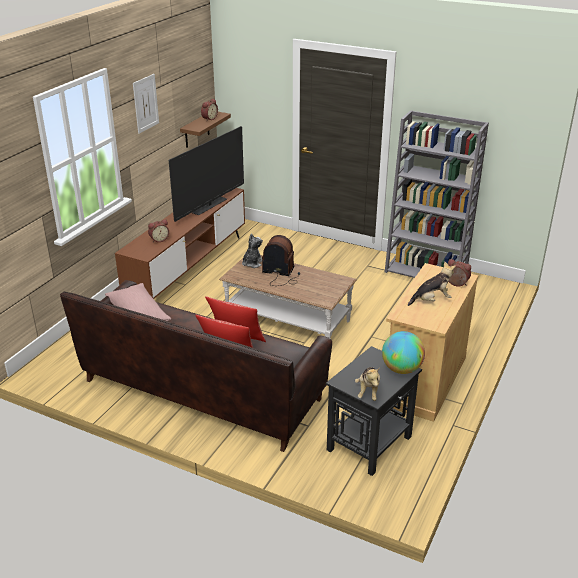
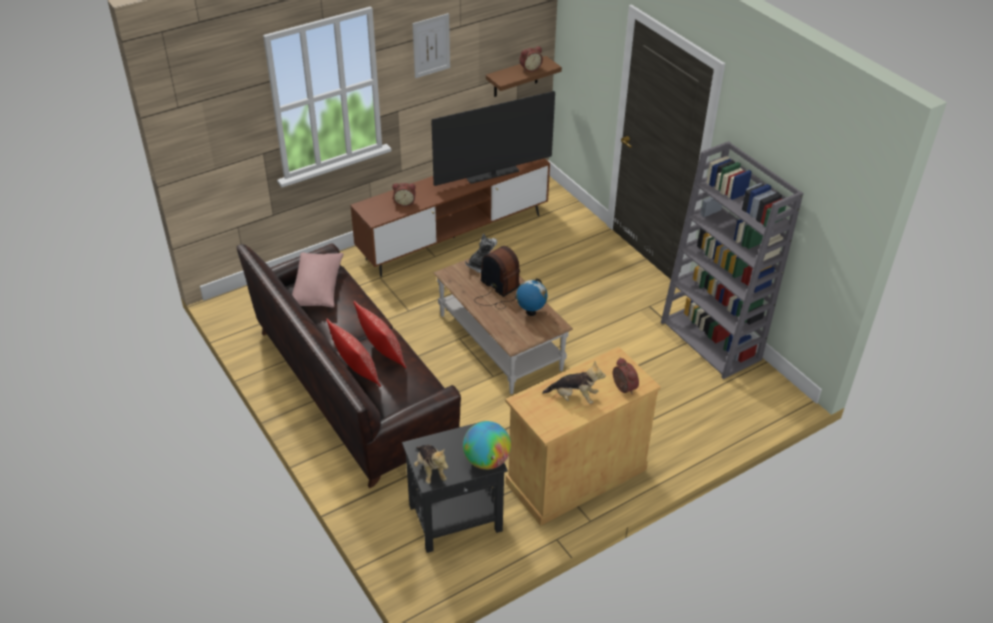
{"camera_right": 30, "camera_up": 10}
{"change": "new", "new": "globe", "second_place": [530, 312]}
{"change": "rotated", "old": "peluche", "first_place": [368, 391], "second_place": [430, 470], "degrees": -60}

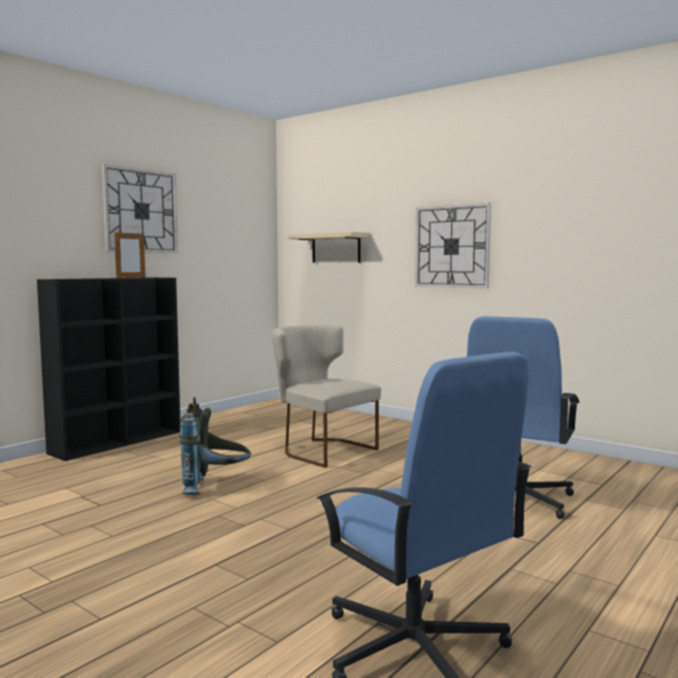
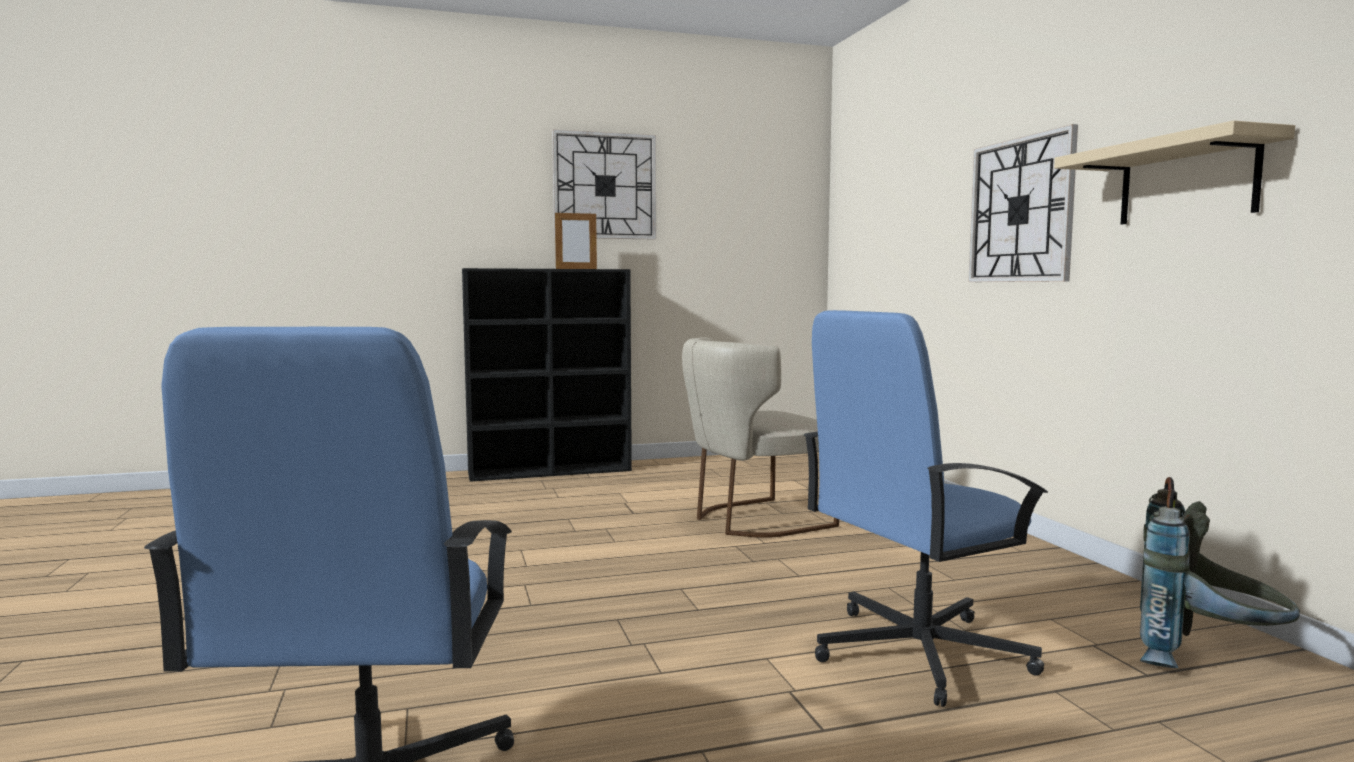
{"camera_right": 35, "camera_up": 0}
{"change": "shifted", "old": "sac à dos/gris", "first_place": [215, 487], "second_place": [1205, 661]}
{"change": "shifted", "old": "étagère/beige", "first_place": [336, 248], "second_place": [1187, 182]}
{"change": "rotated", "old": "chaise/beige", "first_place": [322, 450], "second_place": [753, 520], "degrees": -105}

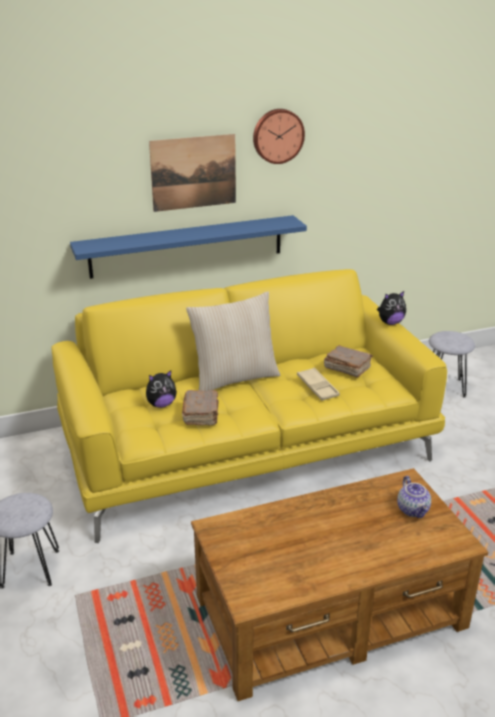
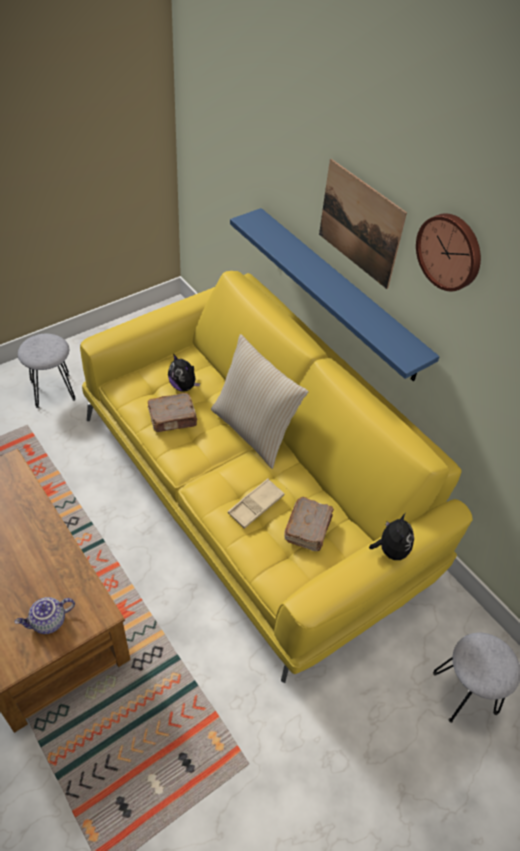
{"camera_right": 70, "camera_up": 20}
{"change": "rotated", "old": "peluche", "first_place": [390, 323], "second_place": [390, 550], "degrees": -135}

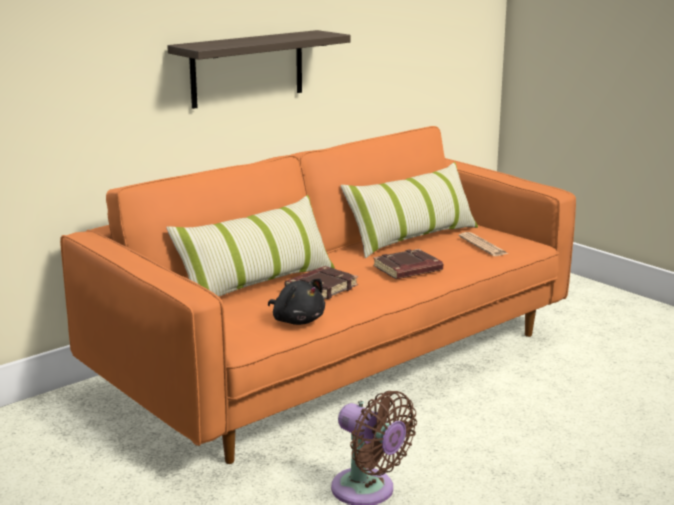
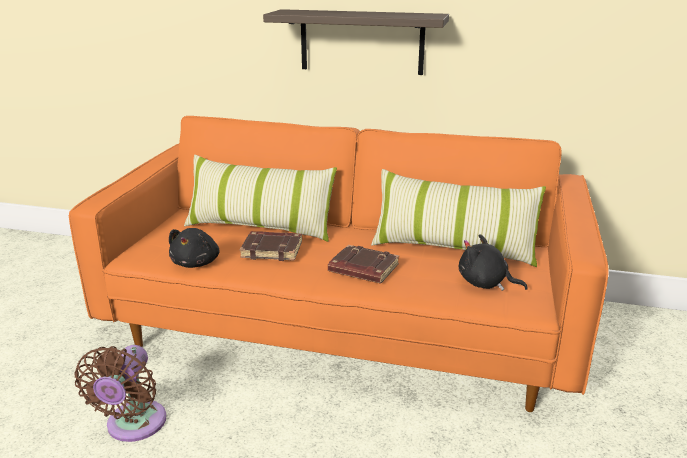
{"camera_right": 55, "camera_up": 5}
{"change": "swapped", "old": "journal", "new": "peluche/noir", "first_place": [482, 245], "second_place": [485, 283]}

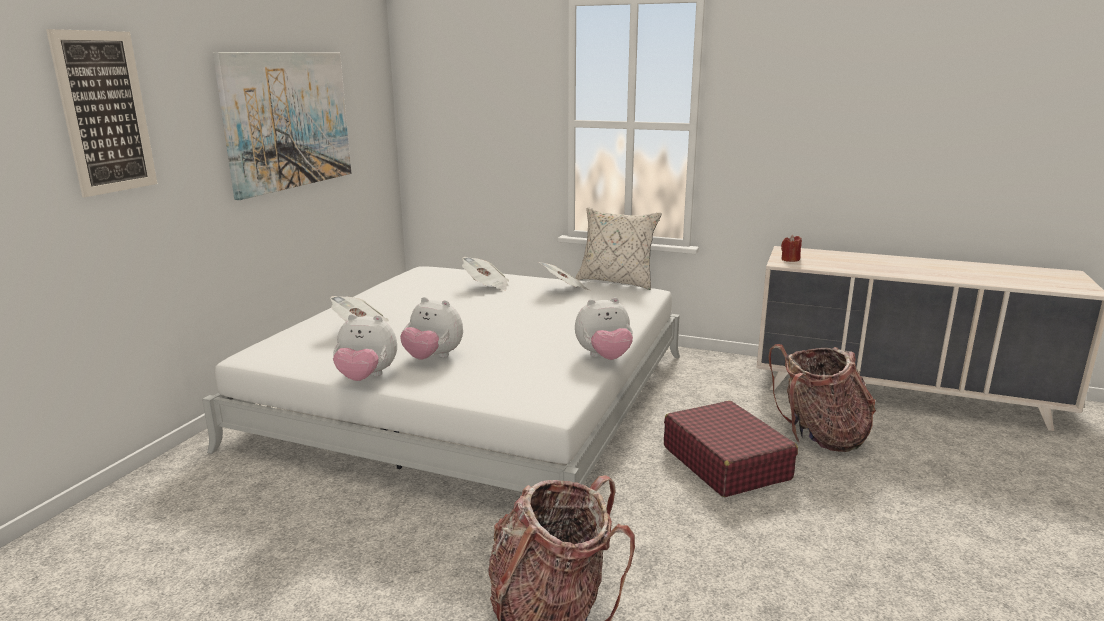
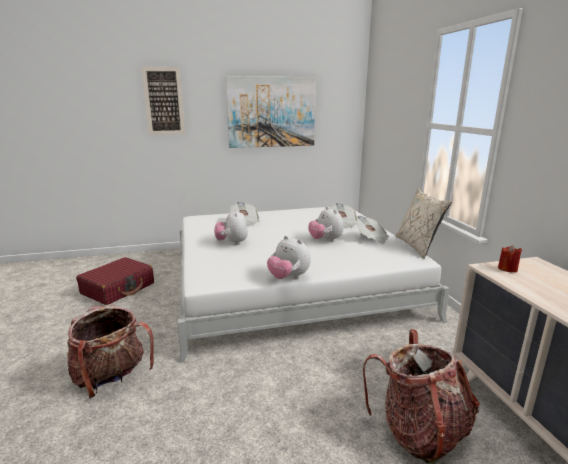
{"camera_right": 55, "camera_up": 0}
{"change": "shifted", "old": "peluche", "first_place": [366, 377], "second_place": [325, 240]}
{"change": "shifted", "old": "valise/rouge", "first_place": [725, 462], "second_place": [118, 288]}

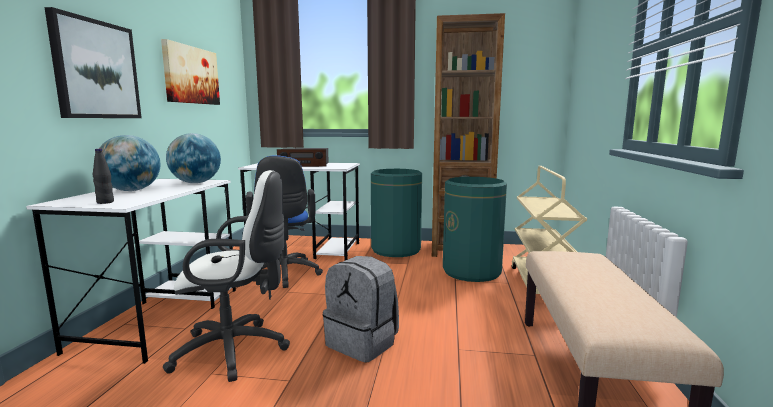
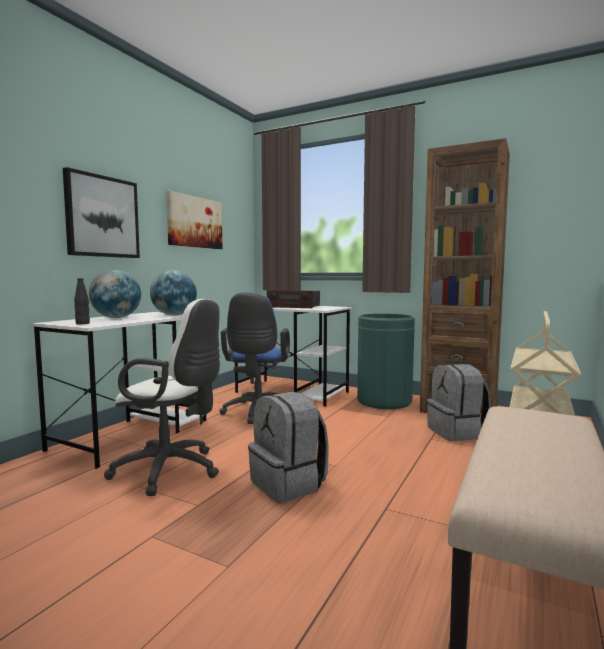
{"camera_right": 20, "camera_up": -5}
{"change": "swapped", "old": "poubelle/vert", "new": "sac à dos/gris", "first_place": [472, 271], "second_place": [457, 432]}

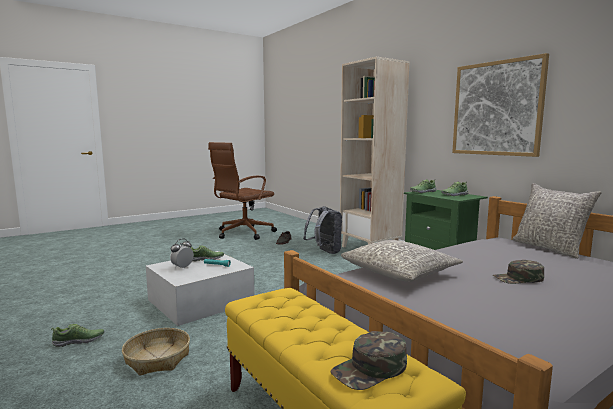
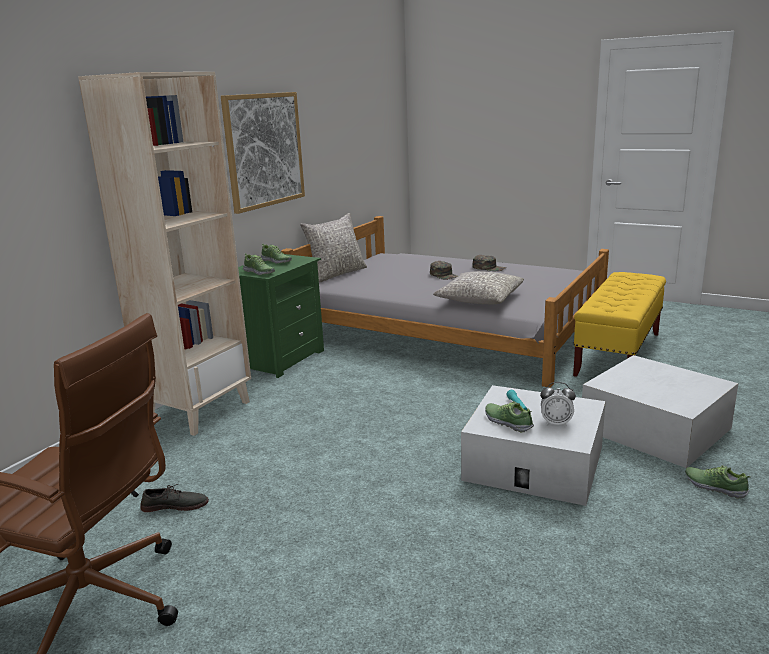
{"camera_right": -115, "camera_up": 10}
{"change": "gone", "old": "sac à dos/gris", "first_place": [324, 252]}
{"change": "shifted", "old": "casquette/vert", "first_place": [370, 369], "second_place": [489, 268]}
{"change": "swapped", "old": "panier", "new": "boîte de rangement/blanc", "first_place": [157, 358], "second_place": [654, 428]}

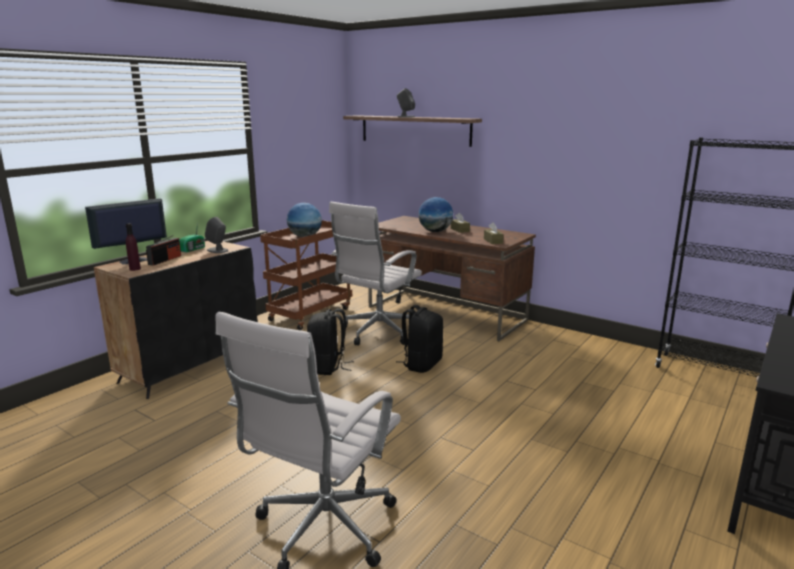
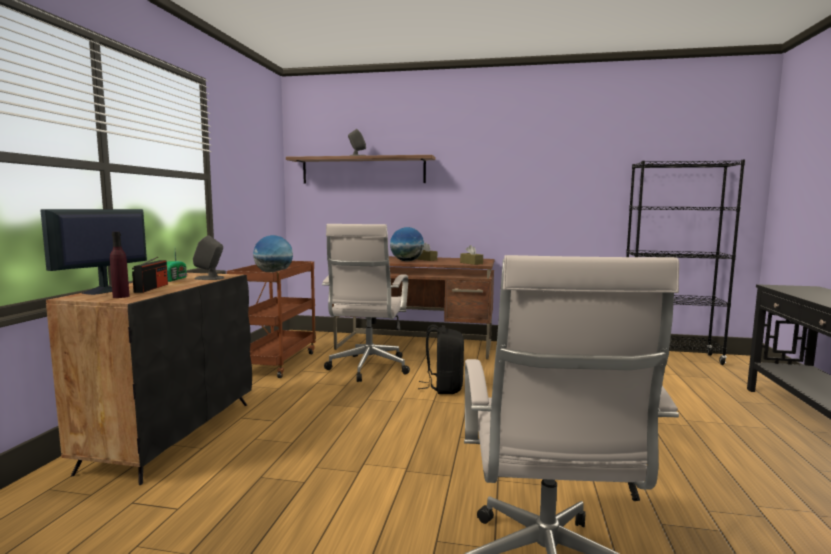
{"camera_right": -25, "camera_up": -10}
{"change": "gone", "old": "sac à dos/noir", "first_place": [328, 367]}

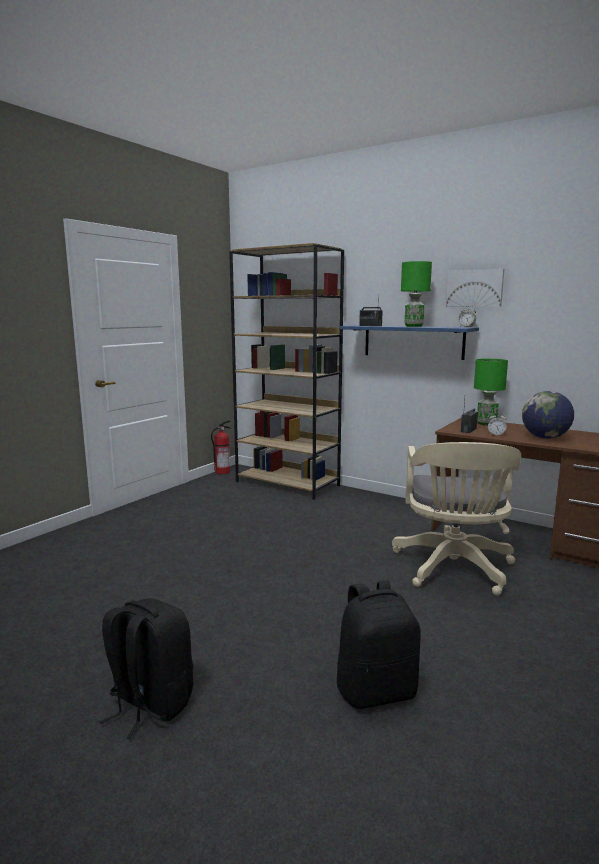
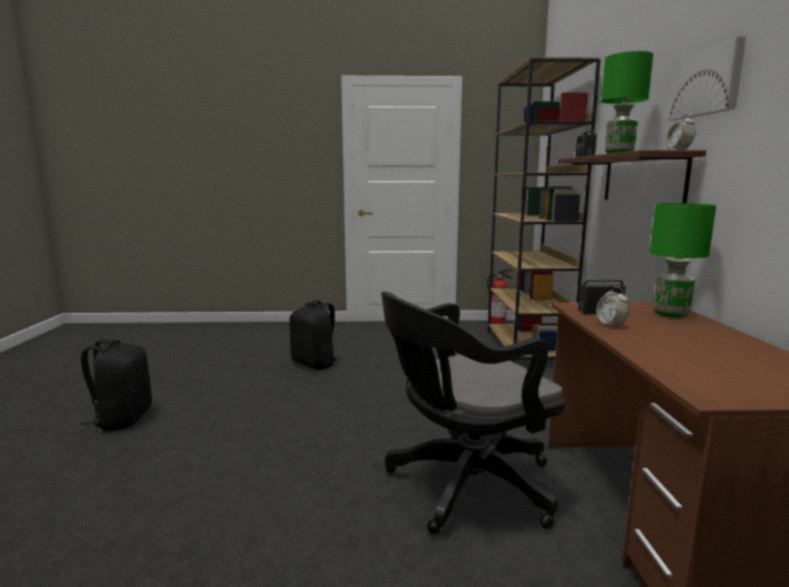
{"camera_right": 55, "camera_up": 0}
{"change": "gone", "old": "globe", "first_place": [545, 438]}
{"change": "shifted", "old": "sac à dos/noir", "first_place": [376, 690], "second_place": [315, 364]}
{"change": "repainted", "old": "étagère/bleu", "new": "étagère/marron", "first_place": [413, 341], "second_place": [642, 179]}
{"change": "repainted", "old": "chaise de bureau/beige", "new": "chaise de bureau/noir", "first_place": [454, 569], "second_place": [464, 486]}

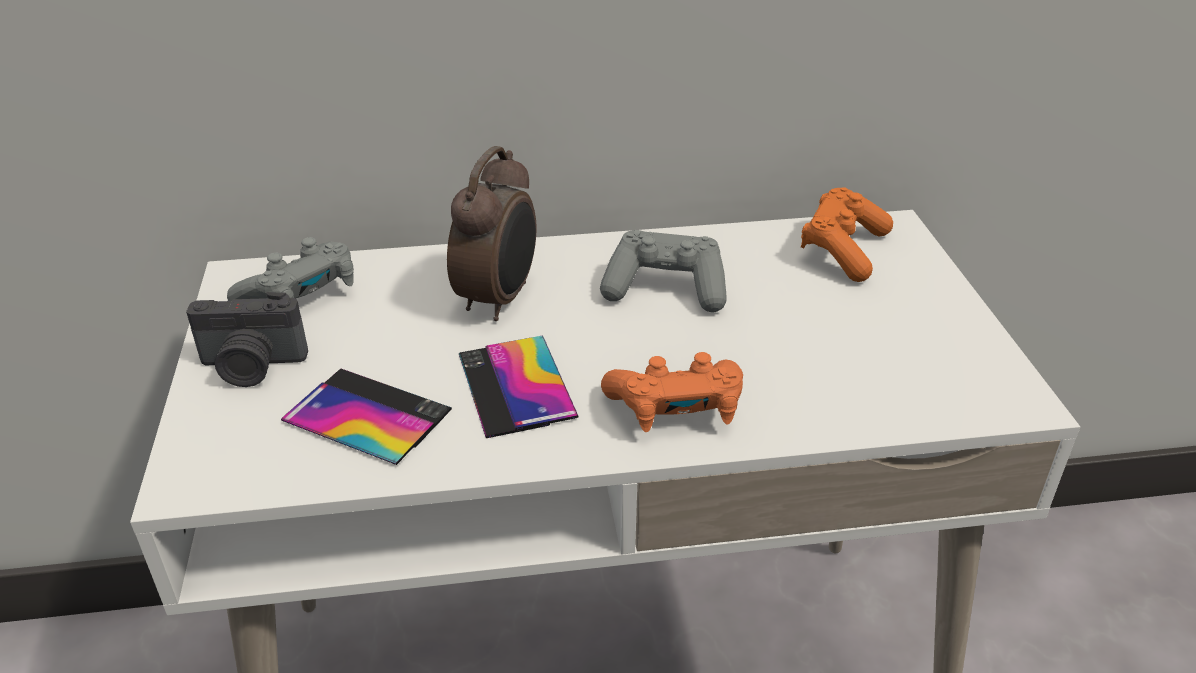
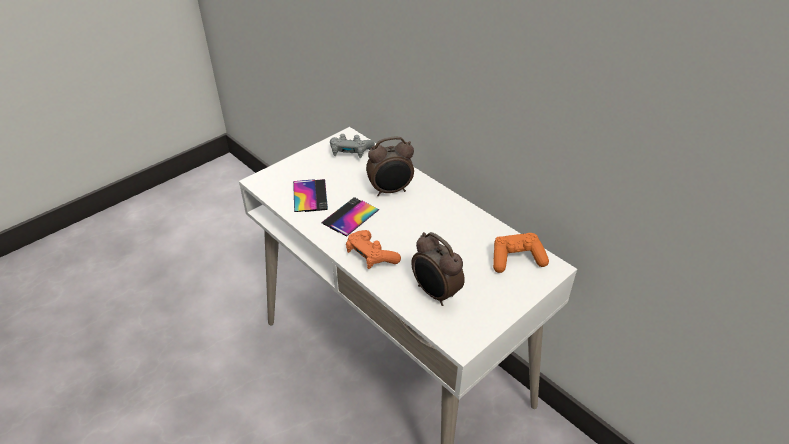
{"camera_right": 55, "camera_up": 5}
{"change": "gone", "old": "appareil photo", "first_place": [251, 367]}
{"change": "gone", "old": "manette/gris", "first_place": [665, 289]}
{"change": "new", "new": "réveil", "second_place": [435, 293]}

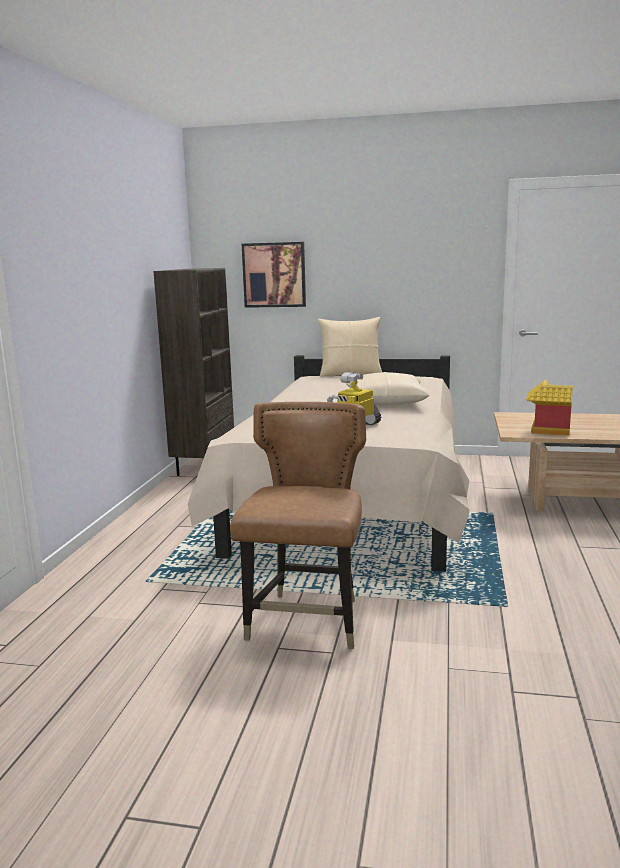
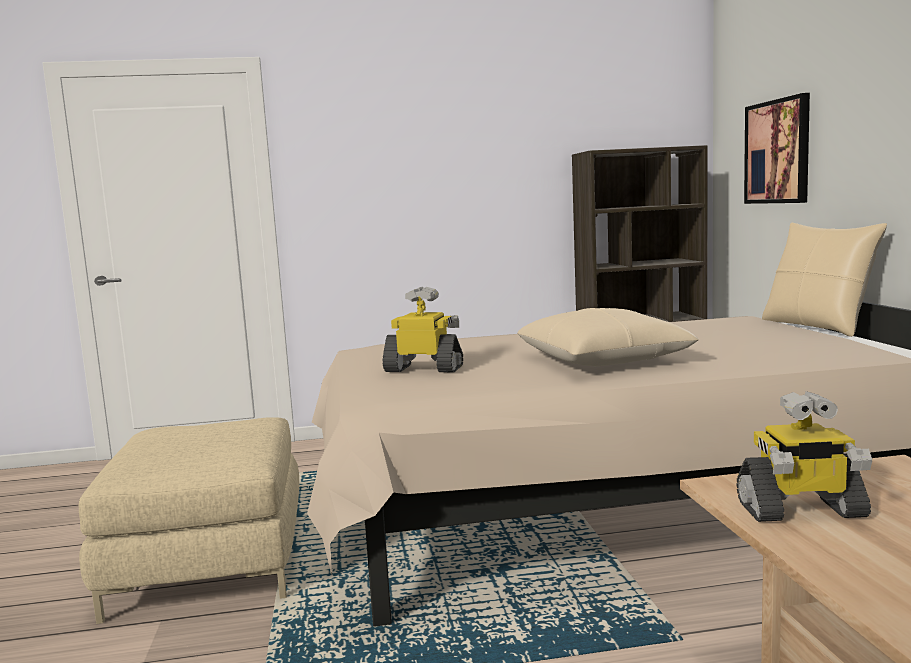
{"camera_right": 70, "camera_up": -5}
{"change": "swapped", "old": "chaise/marron", "new": "pouf/beige", "first_place": [307, 621], "second_place": [211, 562]}
{"change": "swapped", "old": "maison miniature", "new": "robot jouet", "first_place": [545, 430], "second_place": [800, 510]}

